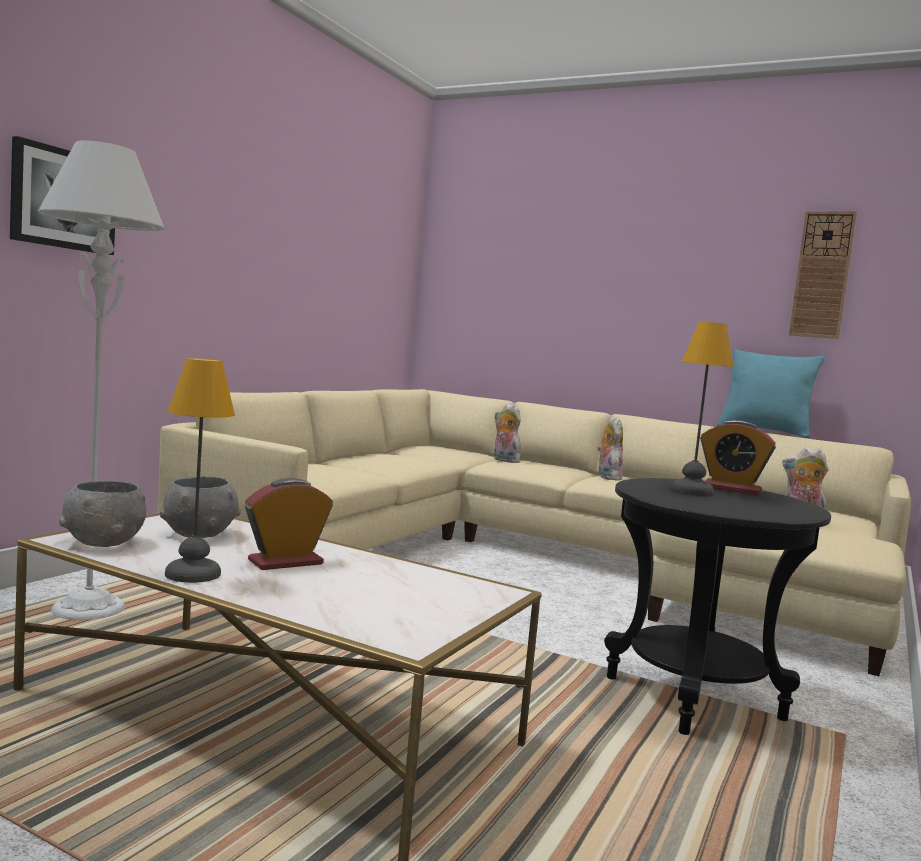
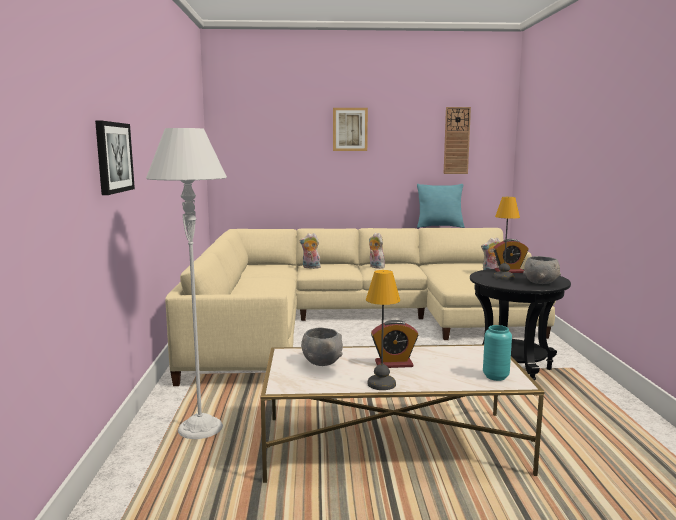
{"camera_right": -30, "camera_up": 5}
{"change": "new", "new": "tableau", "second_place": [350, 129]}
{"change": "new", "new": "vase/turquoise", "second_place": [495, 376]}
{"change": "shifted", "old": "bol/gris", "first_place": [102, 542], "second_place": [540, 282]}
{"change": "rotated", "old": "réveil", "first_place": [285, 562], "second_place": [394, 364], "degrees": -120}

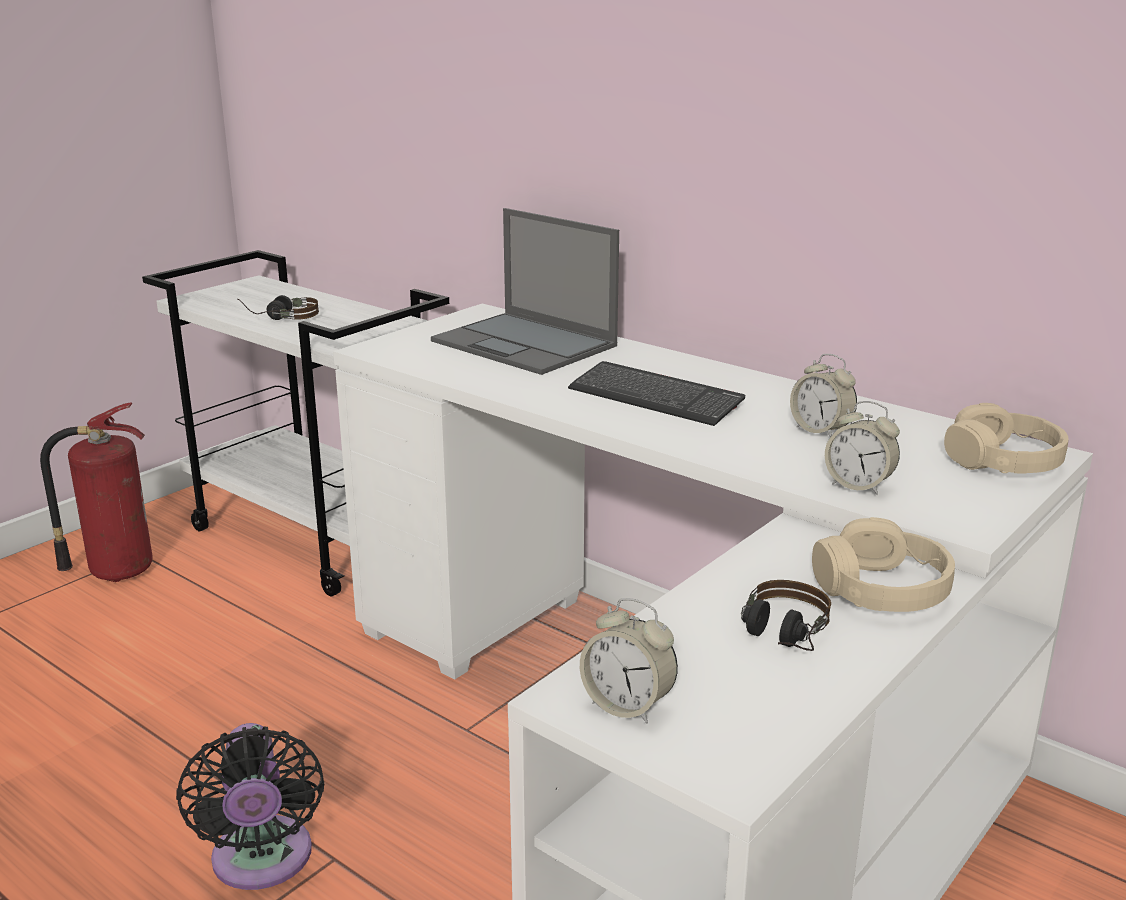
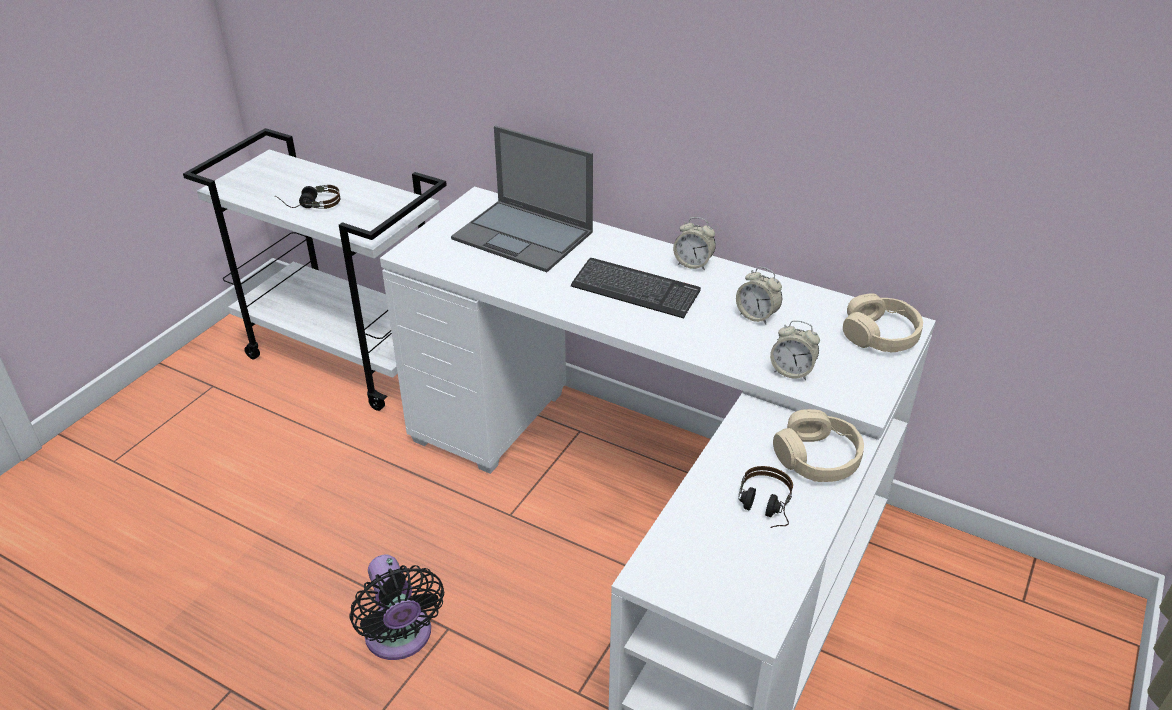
{"camera_right": -10, "camera_up": 15}
{"change": "gone", "old": "extincteur", "first_place": [117, 570]}
{"change": "shifted", "old": "réveil", "first_place": [627, 705], "second_place": [693, 264]}

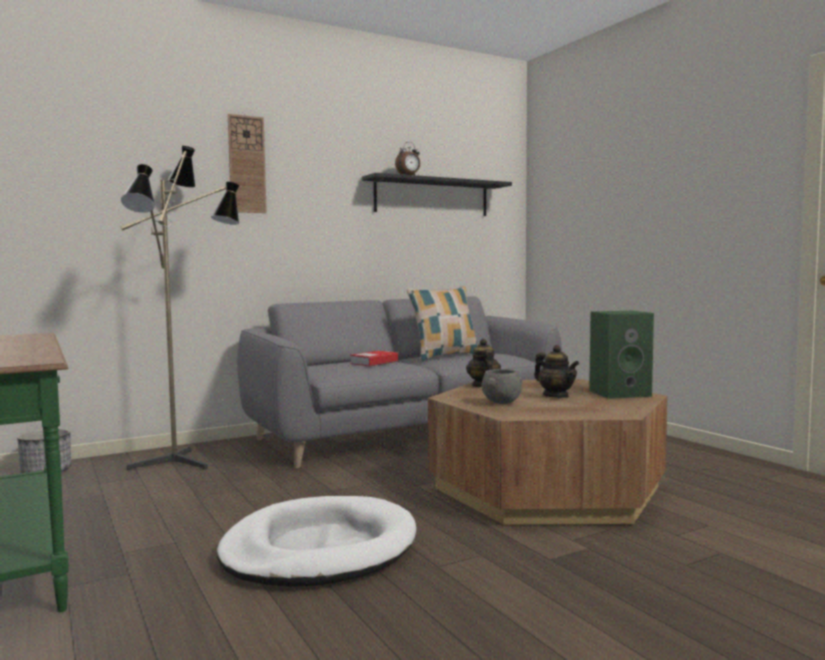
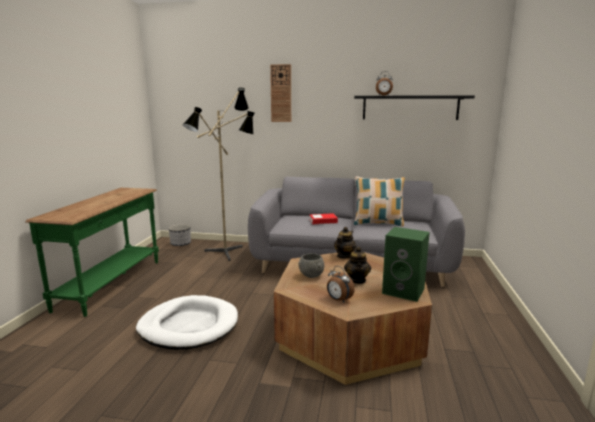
{"camera_right": 40, "camera_up": 10}
{"change": "new", "new": "réveil", "second_place": [338, 300]}

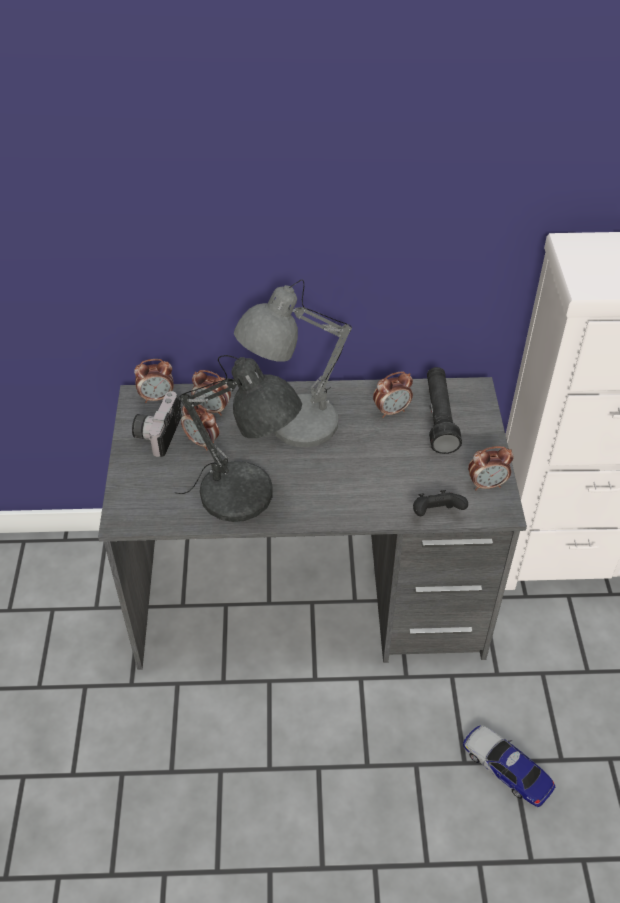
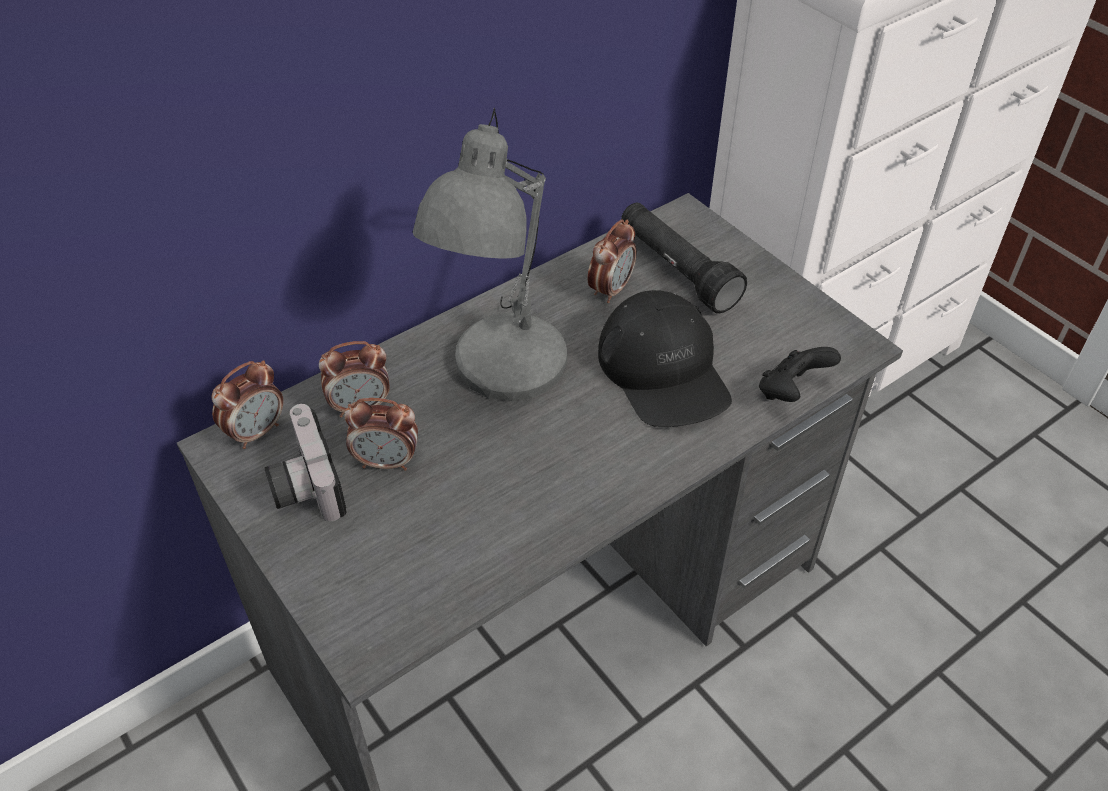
{"camera_right": -35, "camera_up": 0}
{"change": "gone", "old": "lampe de table/gris", "first_place": [244, 498]}
{"change": "gone", "old": "petite voiture", "first_place": [506, 768]}
{"change": "gone", "old": "réveil", "first_place": [486, 484]}
{"change": "new", "new": "casquette/noir", "second_place": [664, 371]}

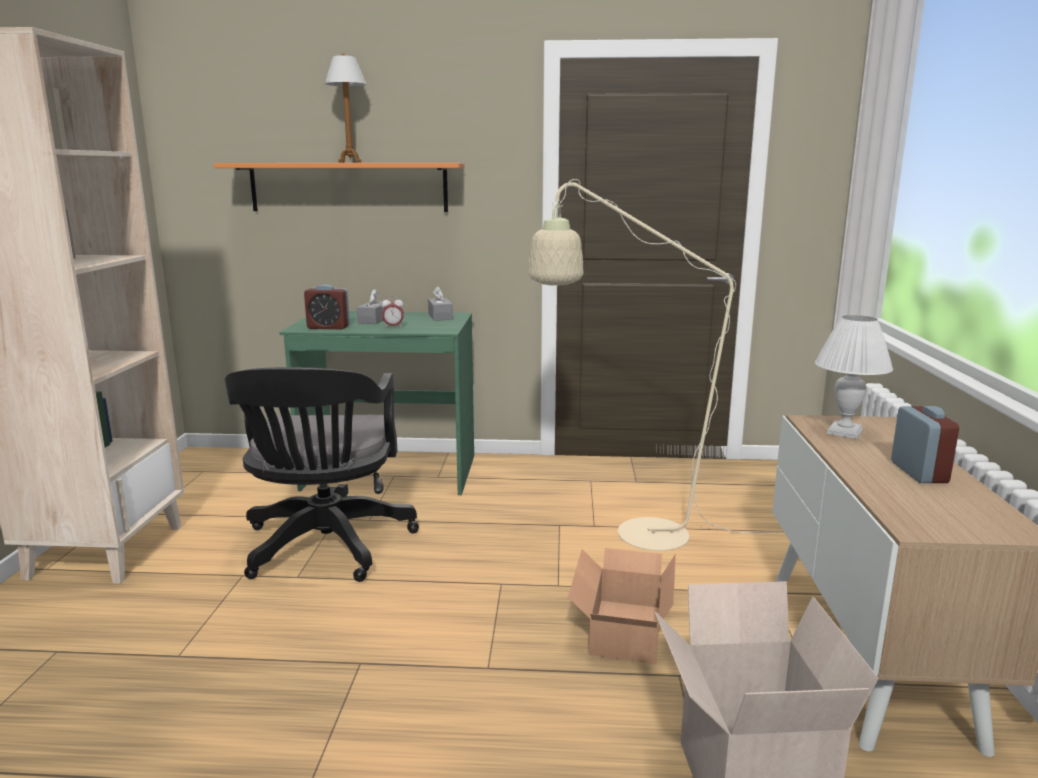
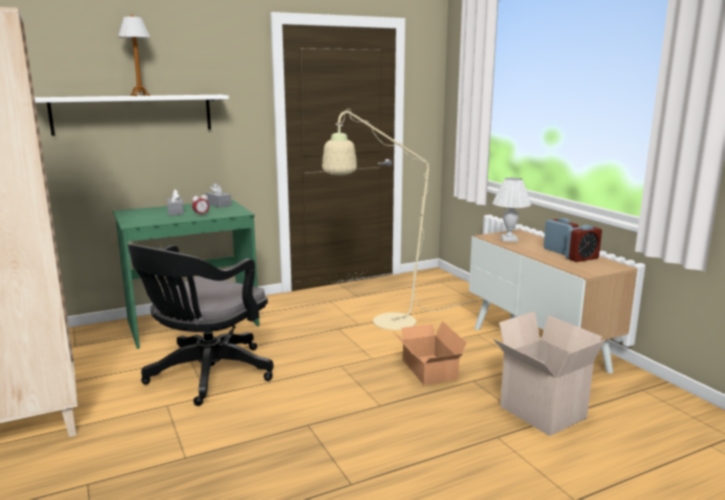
{"camera_right": -30, "camera_up": 0}
{"change": "shifted", "old": "réveil", "first_place": [328, 327], "second_place": [581, 258]}
{"change": "repainted", "old": "étagère/orange", "new": "étagère/blanc", "first_place": [348, 187], "second_place": [133, 114]}
{"change": "rotated", "old": "chaise de bureau/noir", "first_place": [325, 548], "second_place": [206, 376], "degrees": 60}

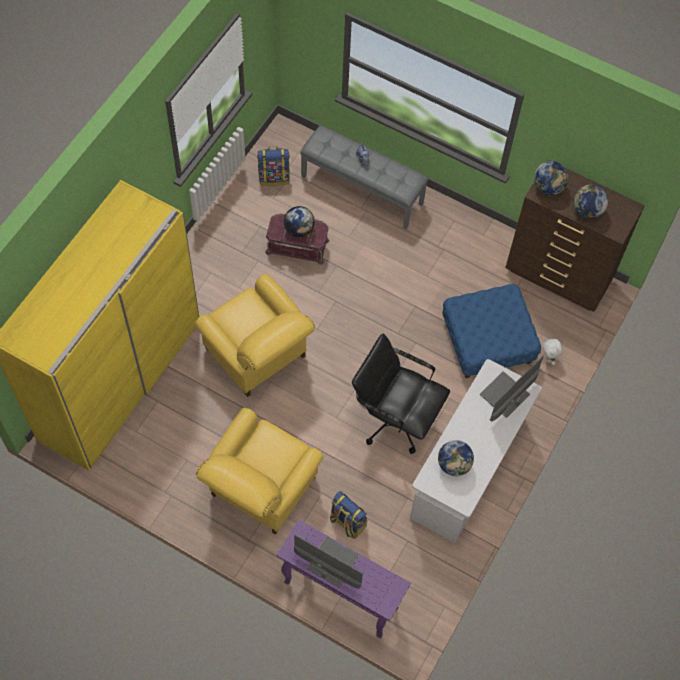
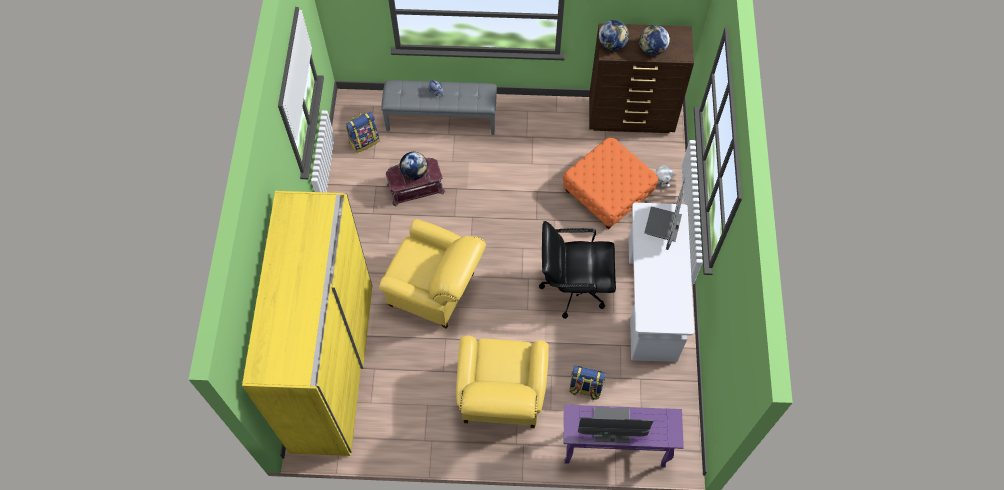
{"camera_right": -25, "camera_up": 0}
{"change": "gone", "old": "globe", "first_place": [454, 464]}
{"change": "repainted", "old": "pouf/bleu", "new": "pouf/orange", "first_place": [487, 341], "second_place": [608, 192]}

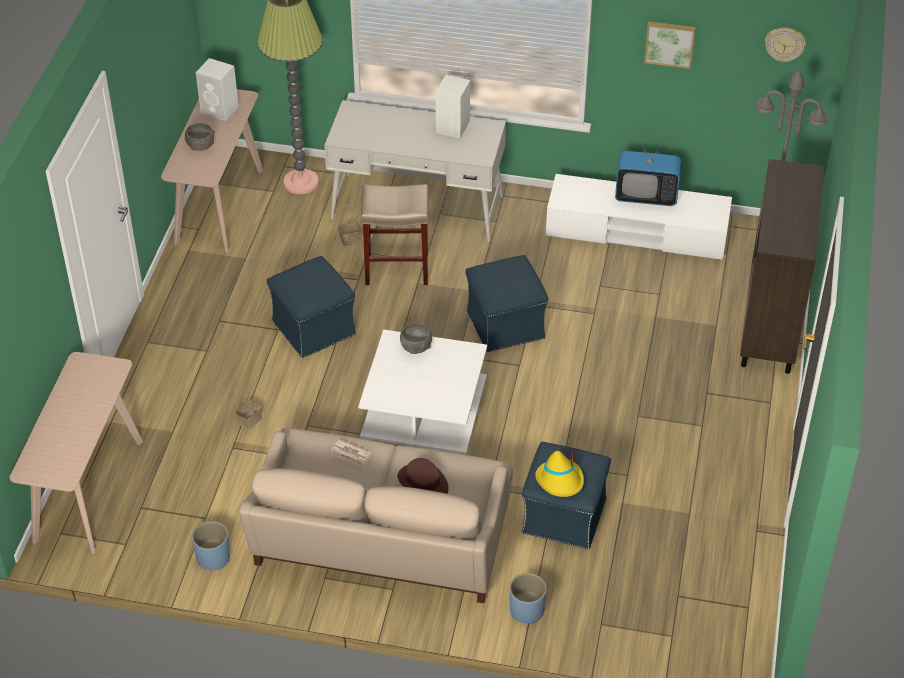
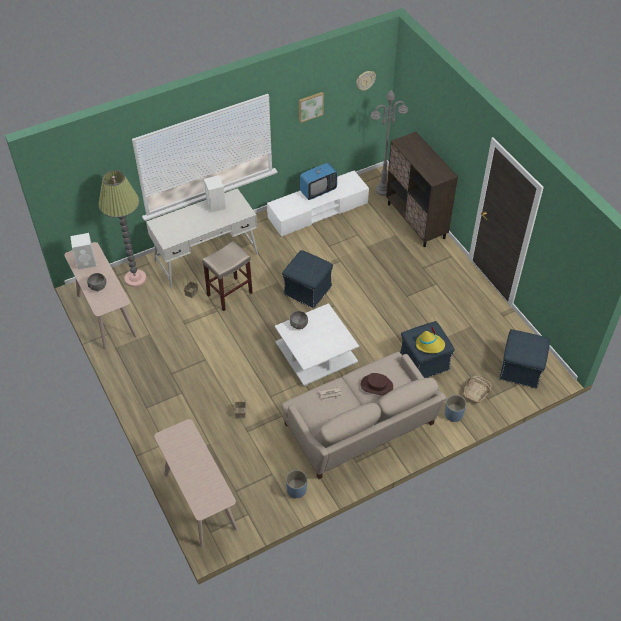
{"camera_right": -40, "camera_up": 5}
{"change": "new", "new": "panier", "second_place": [476, 392]}
{"change": "shifted", "old": "pouf/bleu", "first_place": [313, 327], "second_place": [520, 369]}

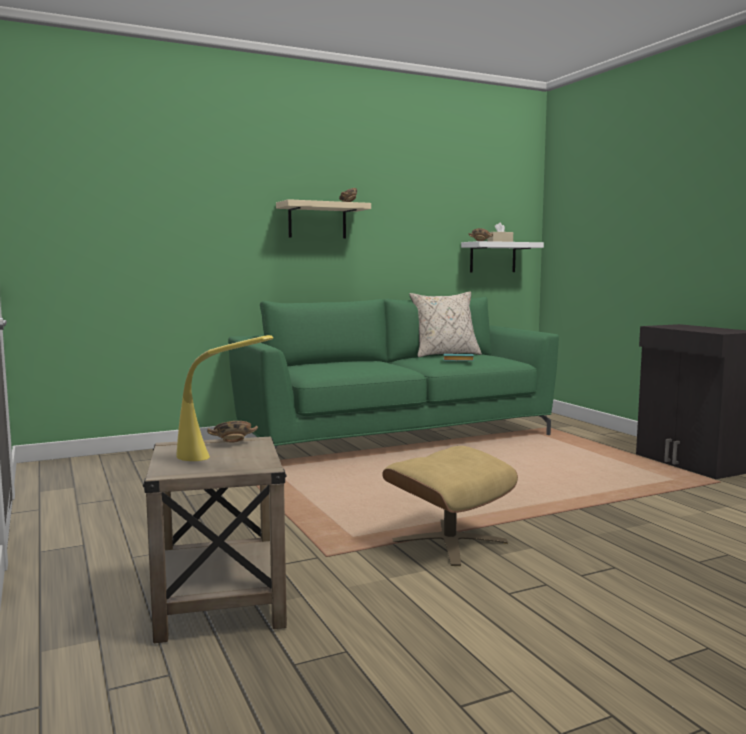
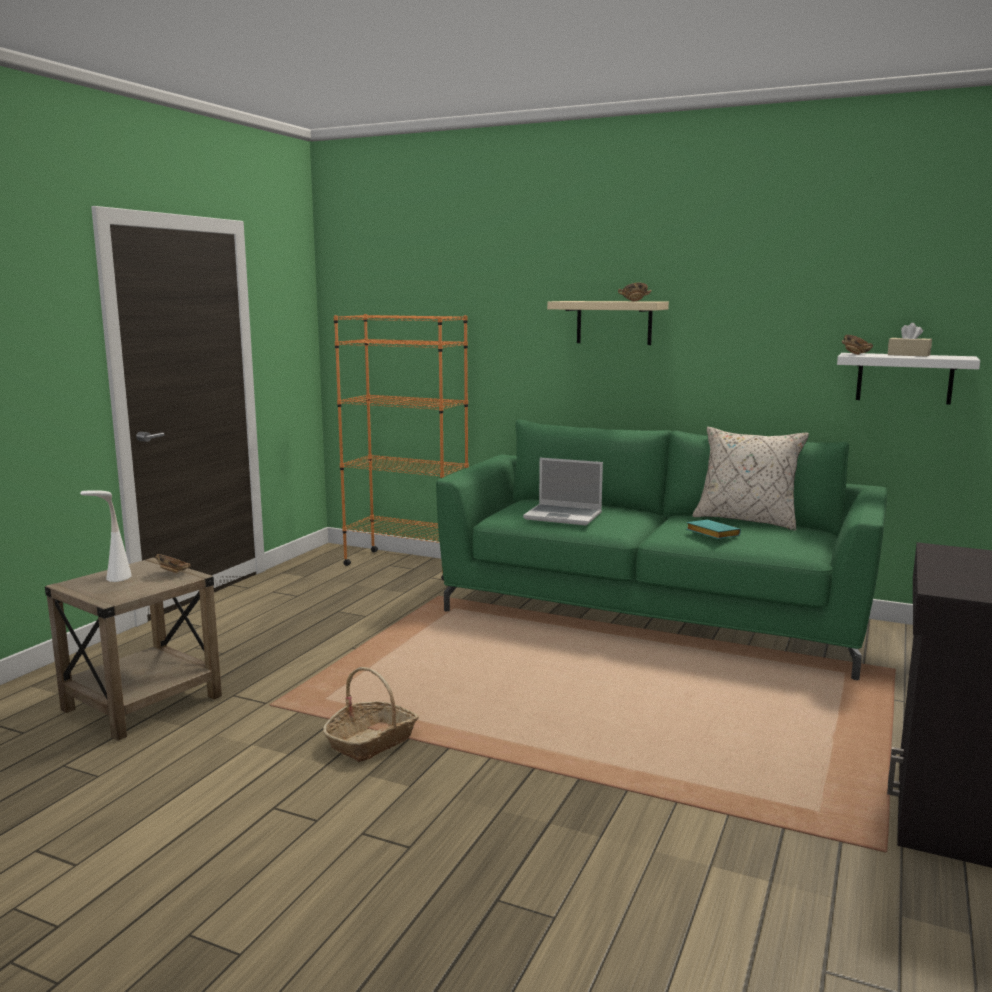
{"camera_right": 50, "camera_up": 5}
{"change": "new", "new": "bibliothèque/orange", "second_place": [407, 565]}
{"change": "new", "new": "ordinateur portable", "second_place": [564, 516]}
{"change": "swapped", "old": "pouf/beige", "new": "panier", "first_place": [449, 541], "second_place": [372, 741]}
{"change": "repainted", "old": "lampe de table/jaune", "new": "lampe de table/blanc", "first_place": [224, 462], "second_place": [111, 588]}

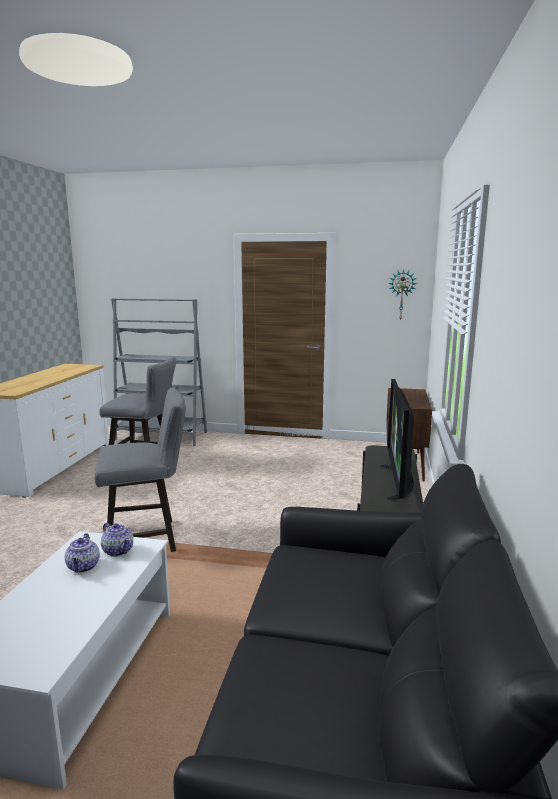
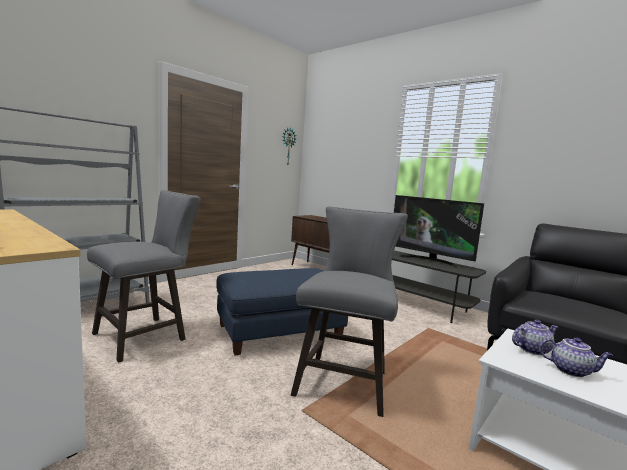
{"camera_right": -60, "camera_up": -5}
{"change": "new", "new": "pouf/bleu", "second_place": [280, 331]}

